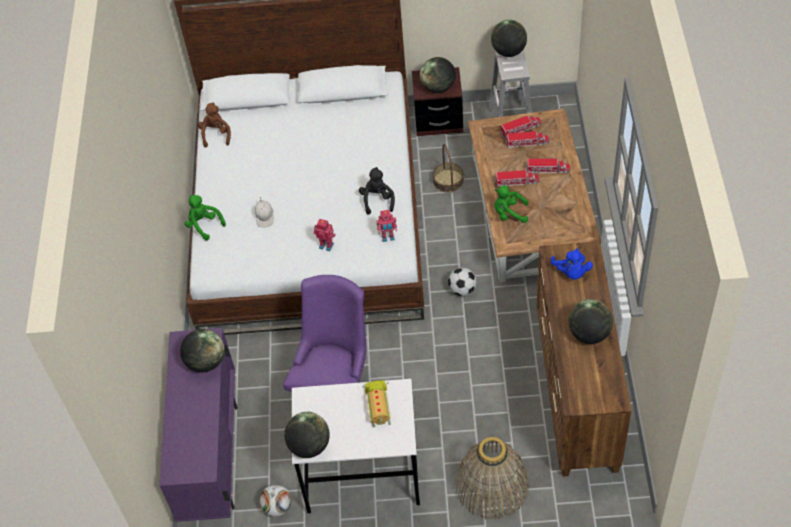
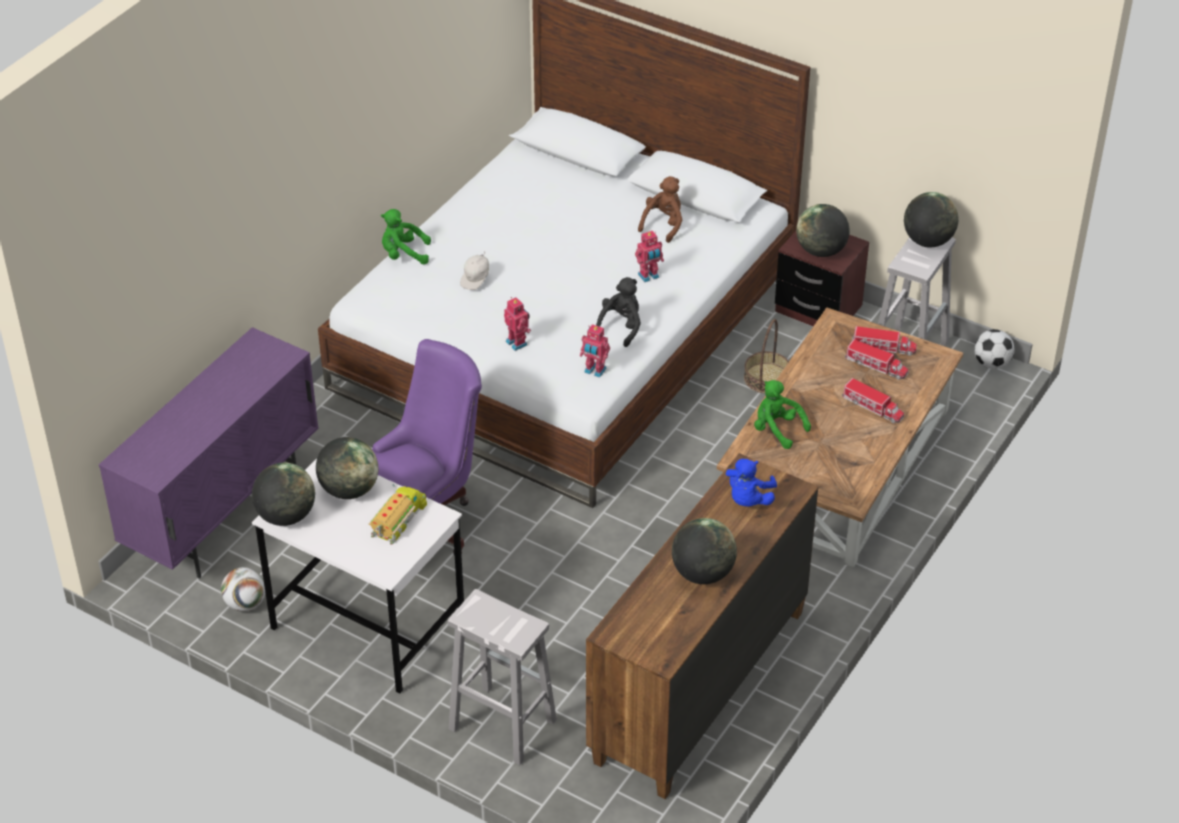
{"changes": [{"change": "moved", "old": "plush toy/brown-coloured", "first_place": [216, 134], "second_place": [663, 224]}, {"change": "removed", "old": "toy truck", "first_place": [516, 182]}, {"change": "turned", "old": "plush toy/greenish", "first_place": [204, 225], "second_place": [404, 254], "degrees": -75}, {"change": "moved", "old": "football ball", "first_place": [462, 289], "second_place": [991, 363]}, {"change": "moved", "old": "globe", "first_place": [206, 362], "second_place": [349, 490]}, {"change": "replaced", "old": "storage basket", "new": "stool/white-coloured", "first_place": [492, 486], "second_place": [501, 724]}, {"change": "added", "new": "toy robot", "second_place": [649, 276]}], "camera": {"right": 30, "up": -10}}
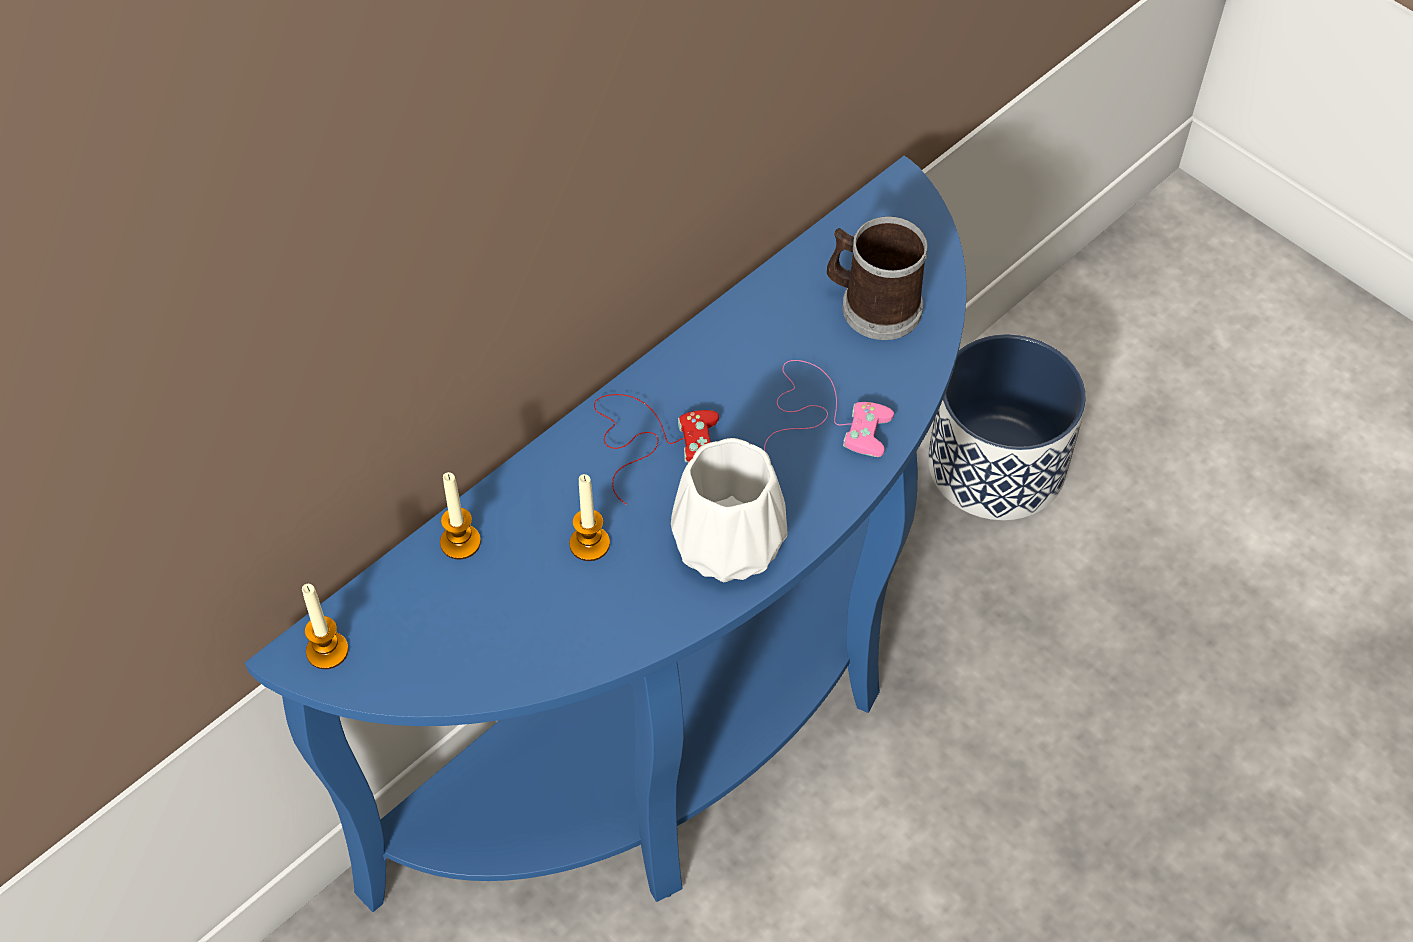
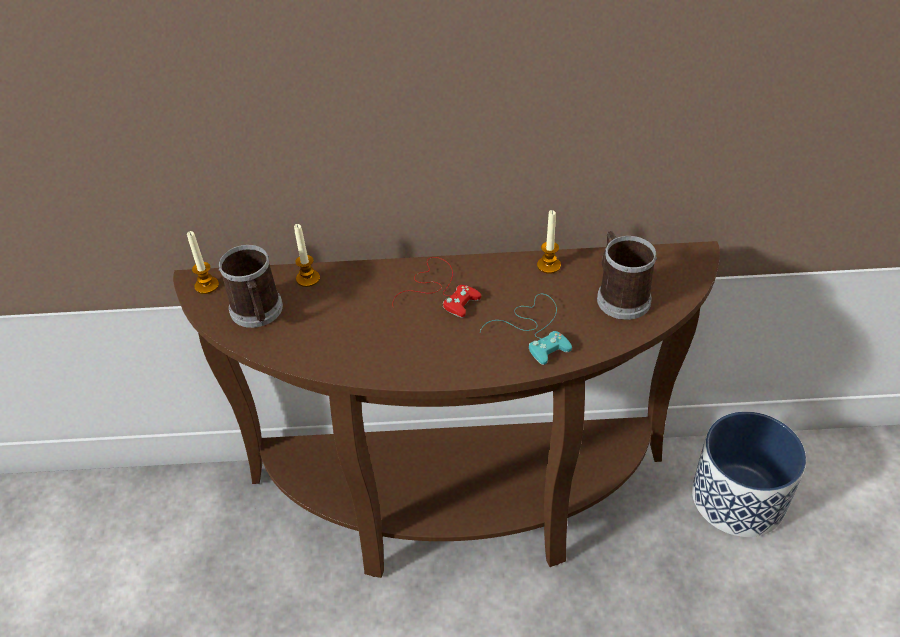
{"changes": [{"change": "recoloured", "old": "narrow table/bluish", "new": "narrow table/brown-coloured", "first_place": [690, 726], "second_place": [459, 509]}, {"change": "recoloured", "old": "gamepad/pinkish", "new": "gamepad/turquoise-coloured", "first_place": [822, 415], "second_place": [535, 329]}, {"change": "removed", "old": "vase/white-coloured", "first_place": [725, 541]}, {"change": "moved", "old": "candle", "first_place": [589, 544], "second_place": [548, 265]}, {"change": "added", "new": "tea mug", "second_place": [258, 313]}], "camera": {"right": 45, "up": -10}}
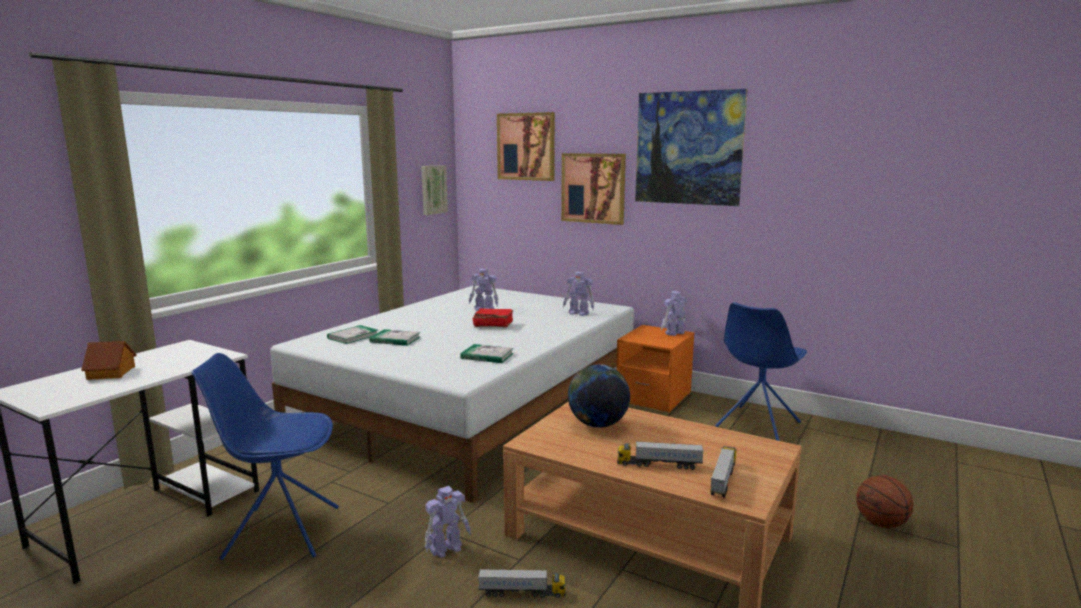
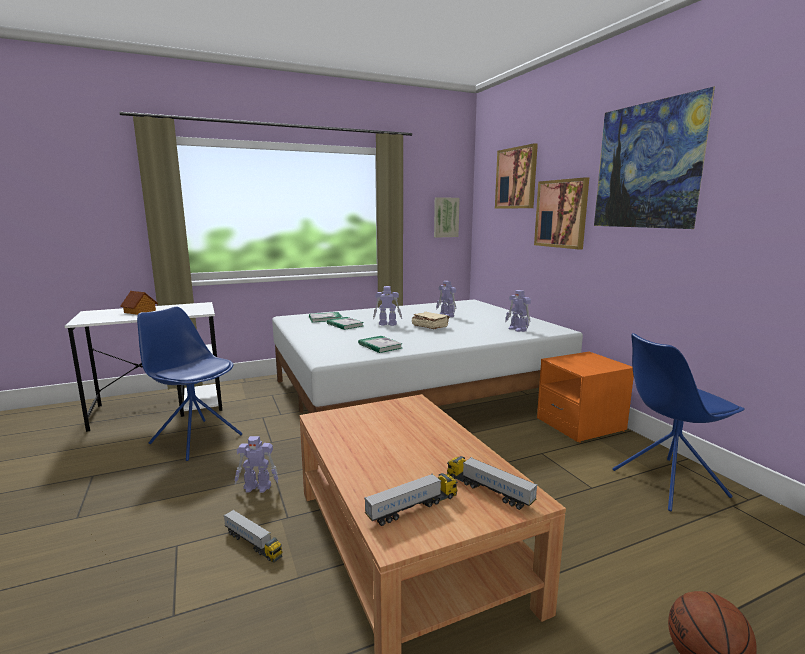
{"changes": [{"change": "moved", "old": "toy robot", "first_place": [674, 333], "second_place": [387, 324]}, {"change": "recoloured", "old": "book/reddish", "new": "book/beige-coloured", "first_place": [492, 325], "second_place": [430, 326]}, {"change": "removed", "old": "globe", "first_place": [598, 425]}, {"change": "moved", "old": "toy truck", "first_place": [659, 465], "second_place": [488, 491]}], "camera": {"right": 35, "up": 0}}
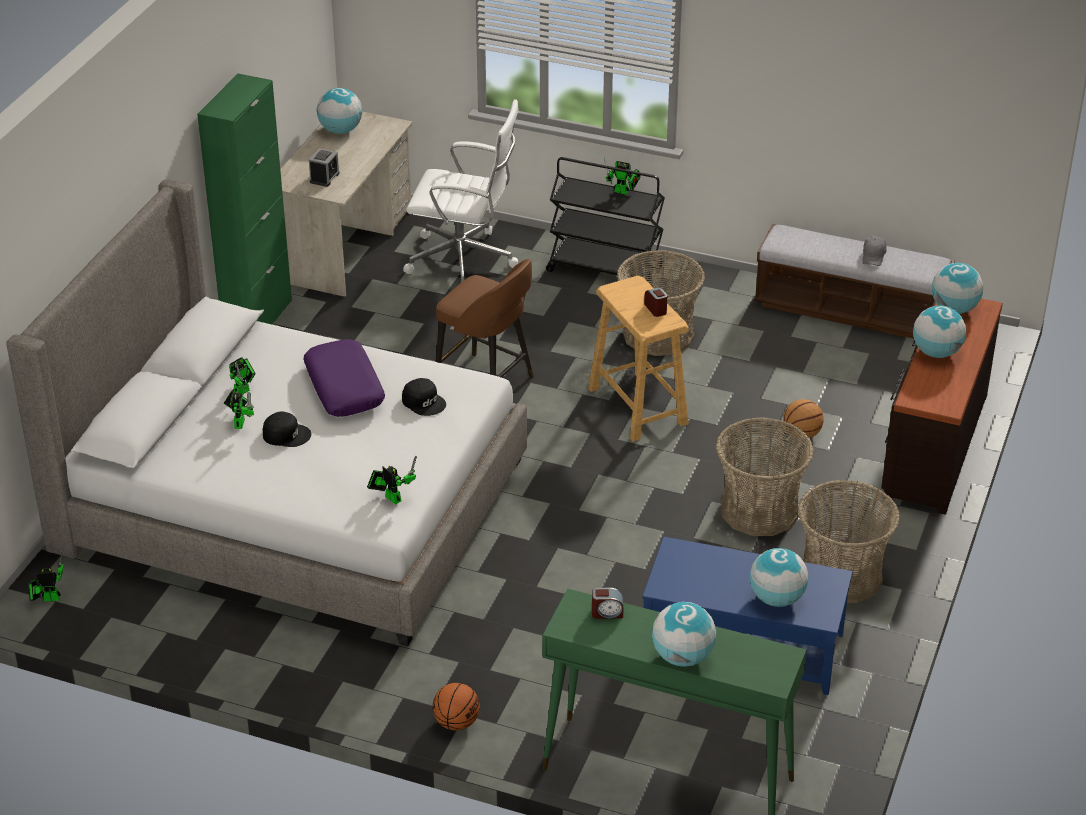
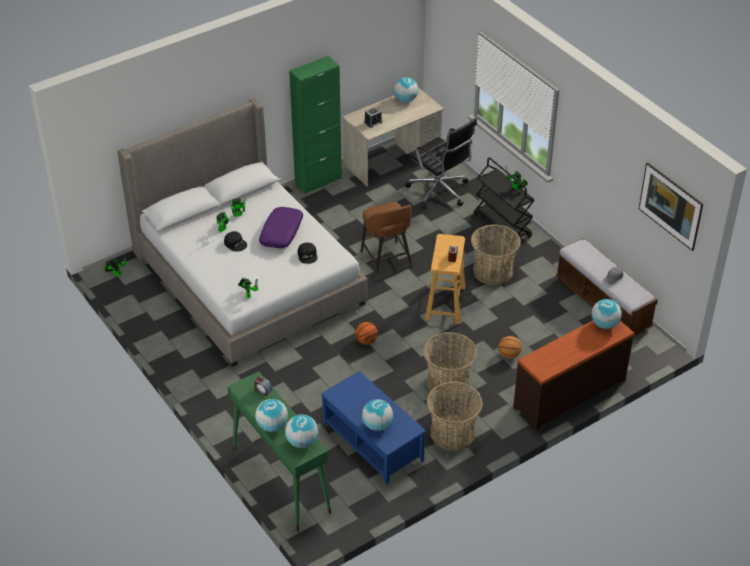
{"changes": [{"change": "recoloured", "old": "desk chair/white-coloured", "new": "desk chair/blackish", "first_place": [464, 261], "second_place": [440, 192]}, {"change": "moved", "old": "globe", "first_place": [936, 352], "second_place": [302, 442]}, {"change": "moved", "old": "basketball ball", "first_place": [456, 722], "second_place": [366, 341]}, {"change": "added", "new": "wall picture", "second_place": [668, 217]}], "camera": {"right": 35, "up": 5}}
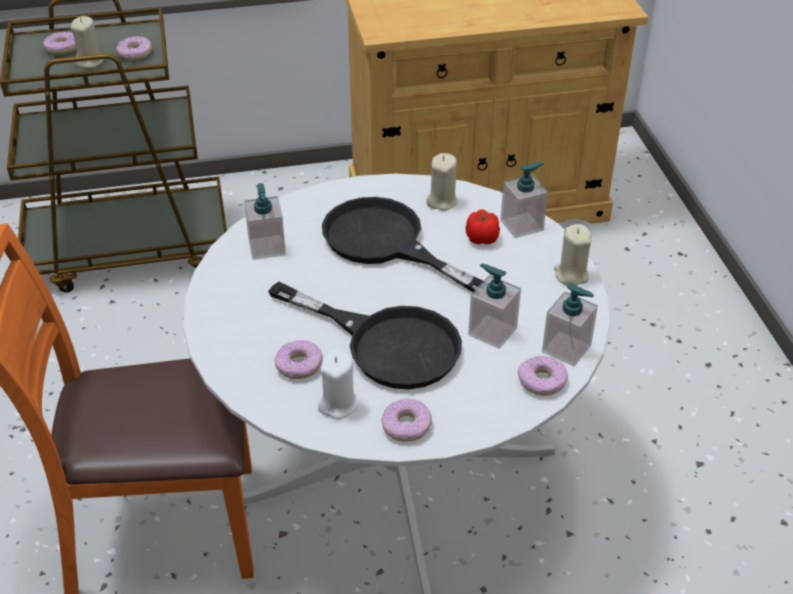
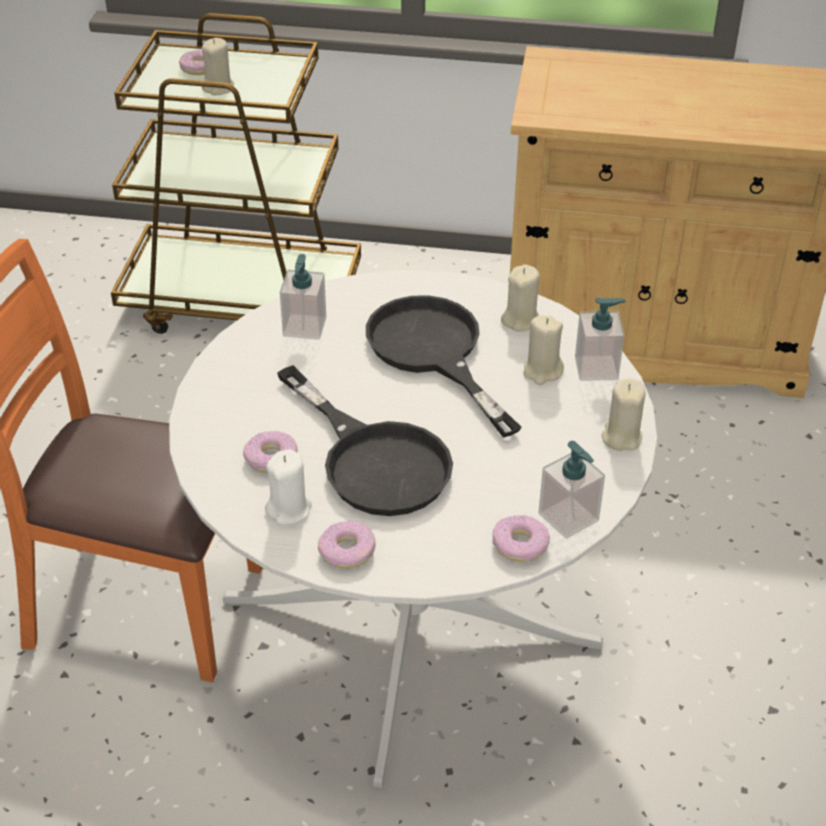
{"changes": [{"change": "removed", "old": "doughnut", "first_place": [135, 53]}, {"change": "replaced", "old": "whole tomato", "new": "candle/beige-coloured", "first_place": [481, 238], "second_place": [542, 372]}, {"change": "removed", "old": "soap dispenser", "first_place": [492, 331]}], "camera": {"right": 20, "up": 0}}
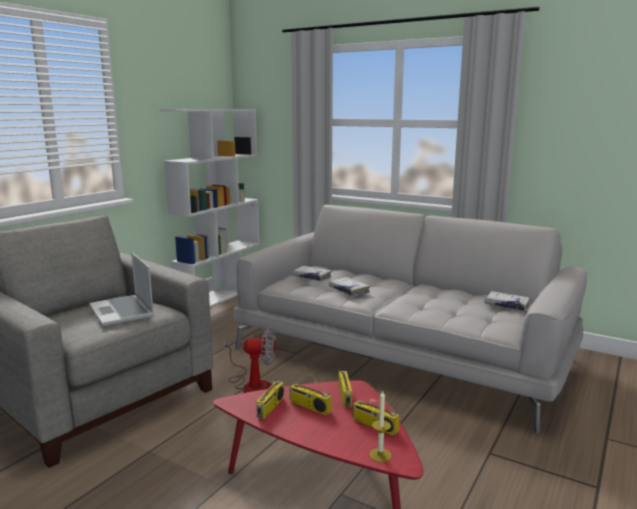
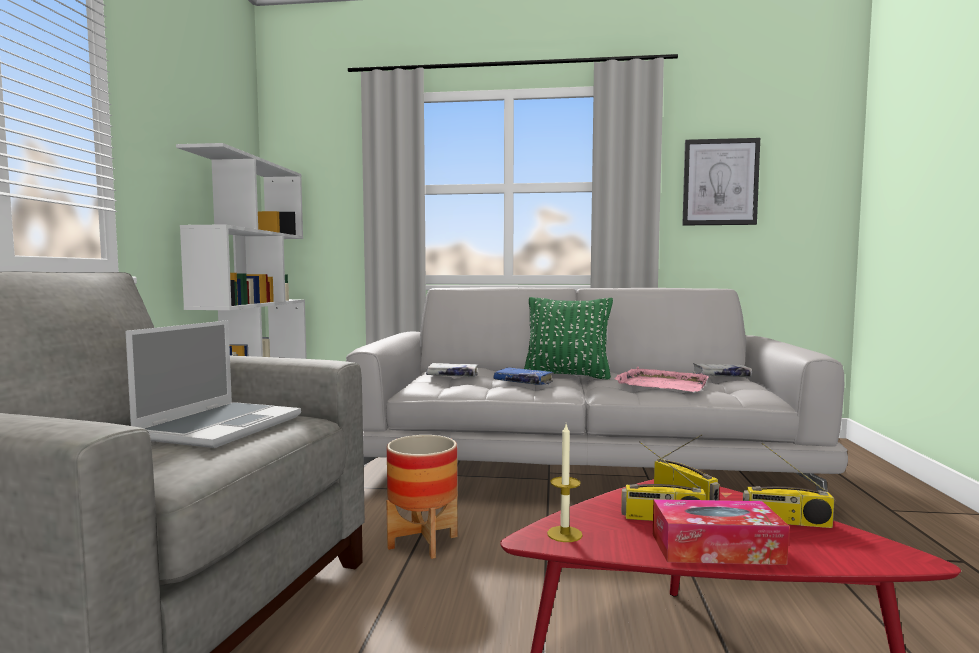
{"changes": [{"change": "turned", "old": "laptop", "first_place": [123, 312], "second_place": [221, 426], "degrees": -105}, {"change": "recoloured", "old": "book/white-coloured", "new": "book/bluish", "first_place": [349, 290], "second_place": [523, 382]}, {"change": "replaced", "old": "fan", "new": "plant pot", "first_place": [252, 385], "second_place": [422, 542]}, {"change": "removed", "old": "radio", "first_place": [270, 407]}, {"change": "moved", "old": "candle", "first_place": [380, 455], "second_place": [564, 534]}, {"change": "added", "new": "wall picture", "second_place": [720, 182]}, {"change": "added", "new": "throw pillow/greenish", "second_place": [567, 376]}, {"change": "added", "new": "serving tray/pinkish", "second_place": [661, 384]}, {"change": "added", "new": "tissue holder", "second_place": [716, 549]}], "camera": {"right": -25, "up": -10}}
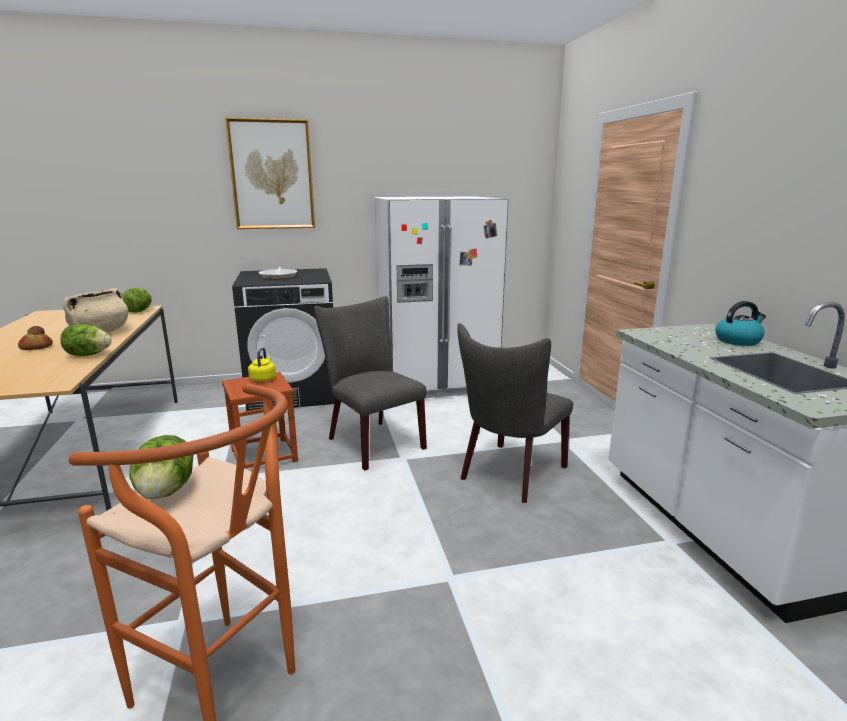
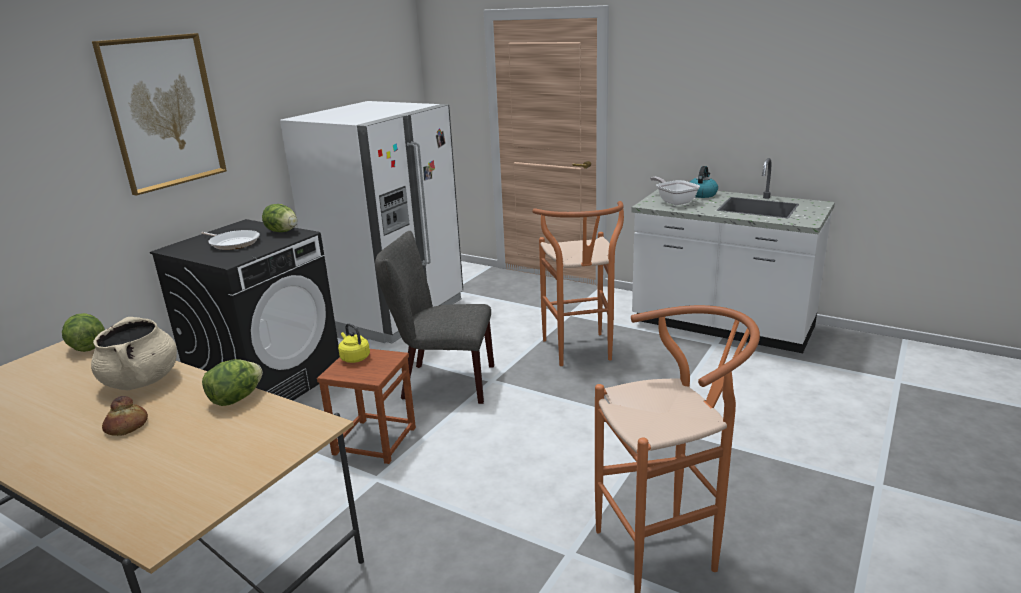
{"changes": [{"change": "replaced", "old": "chair/greyish", "new": "stool/orange", "first_place": [509, 475], "second_place": [580, 353]}, {"change": "moved", "old": "head of lettuce", "first_place": [166, 492], "second_place": [282, 231]}, {"change": "added", "new": "skillet", "second_place": [674, 201]}], "camera": {"right": -45, "up": 5}}
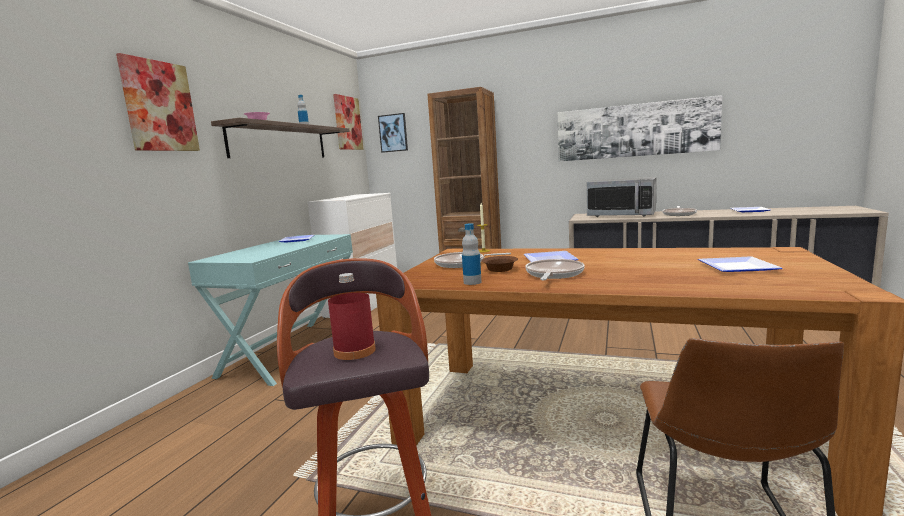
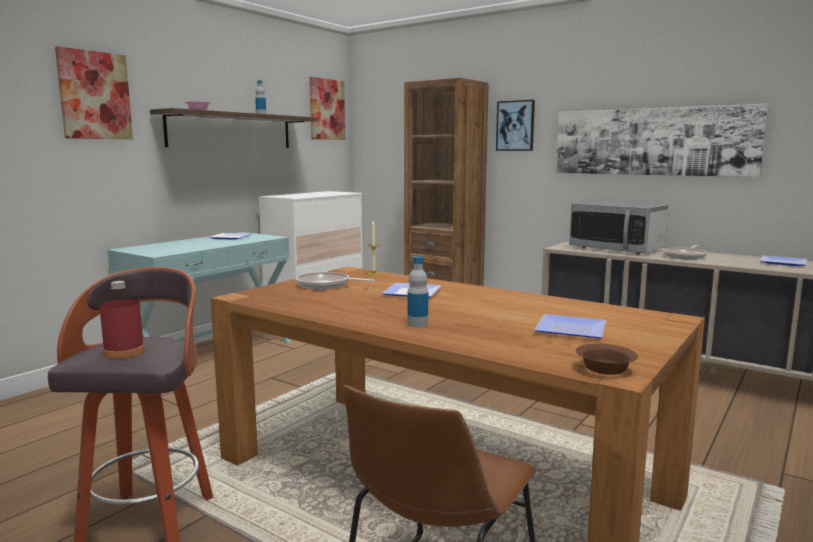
{"changes": [{"change": "moved", "old": "wall picture", "first_place": [393, 133], "second_place": [515, 126]}, {"change": "moved", "old": "bottle", "first_place": [472, 282], "second_place": [417, 324]}, {"change": "moved", "old": "deep dish/brown-coloured", "first_place": [499, 270], "second_place": [604, 369]}, {"change": "removed", "old": "skillet", "first_place": [553, 274]}], "camera": {"right": 15, "up": 0}}
